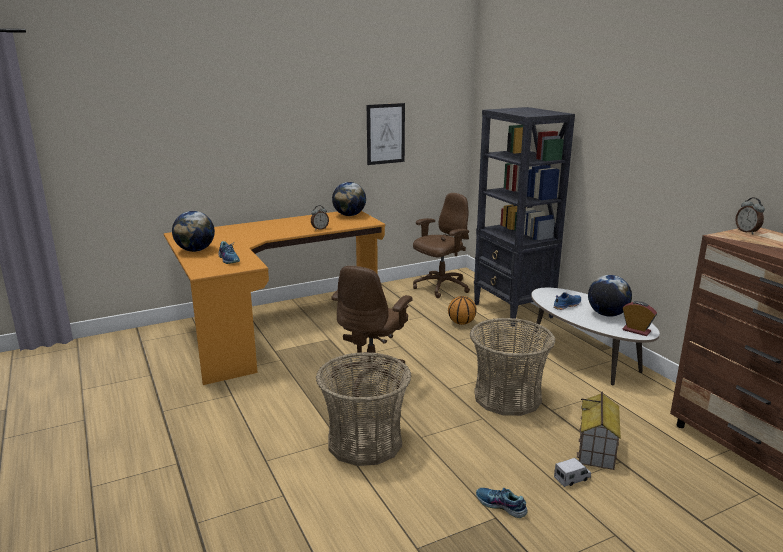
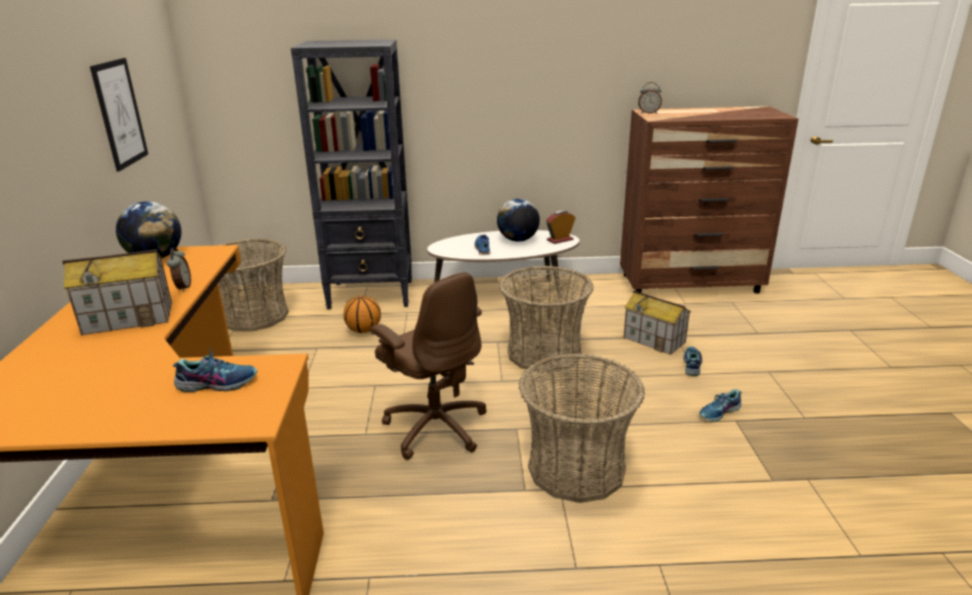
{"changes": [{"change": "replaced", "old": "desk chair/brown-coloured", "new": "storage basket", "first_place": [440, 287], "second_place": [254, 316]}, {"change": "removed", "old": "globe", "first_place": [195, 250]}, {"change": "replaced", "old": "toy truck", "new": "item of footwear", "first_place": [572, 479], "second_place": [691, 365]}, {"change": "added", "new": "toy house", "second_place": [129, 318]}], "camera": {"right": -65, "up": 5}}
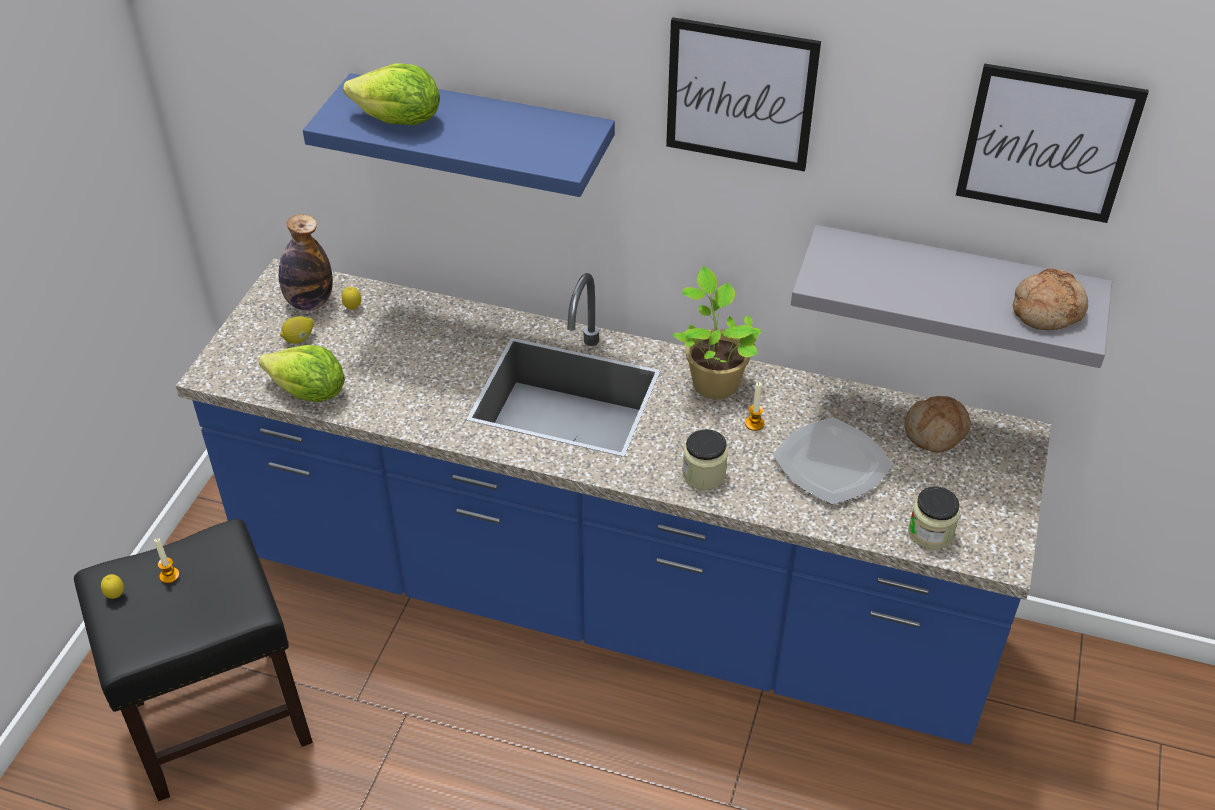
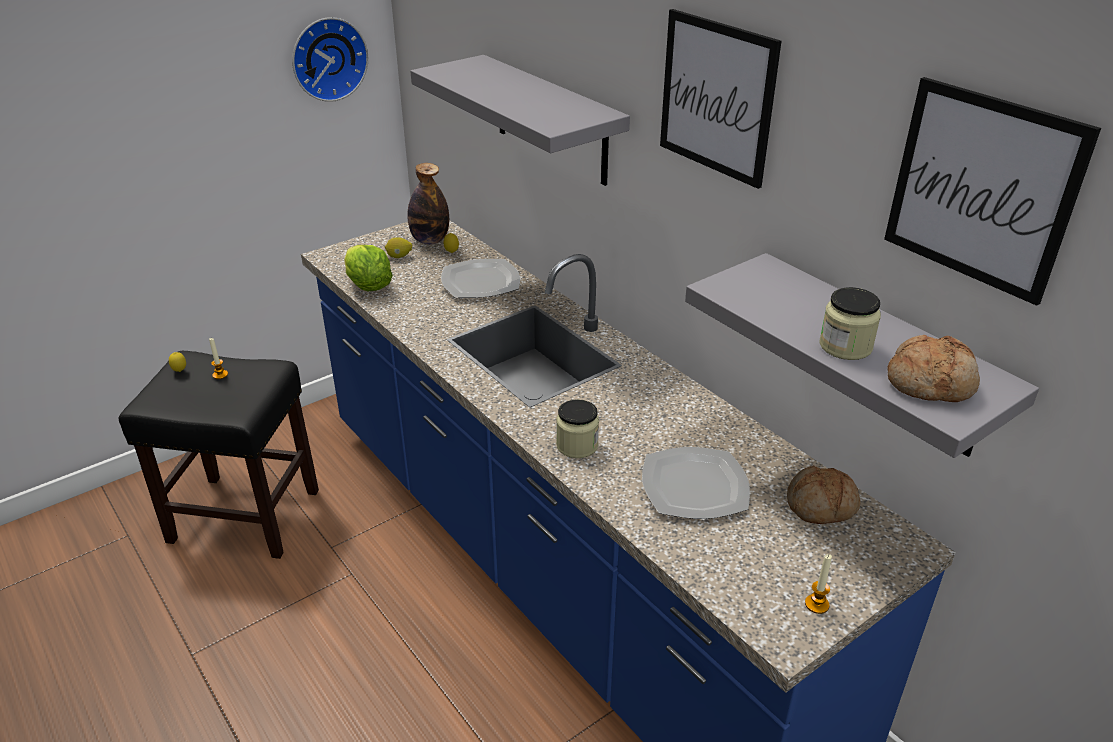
{"changes": [{"change": "removed", "old": "head of lettuce", "first_place": [399, 121]}, {"change": "recoloured", "old": "wall shelf/bluish", "new": "wall shelf/greyish", "first_place": [482, 134], "second_place": [551, 120]}, {"change": "removed", "old": "potted plant", "first_place": [713, 381]}, {"change": "moved", "old": "candle", "first_place": [754, 424], "second_place": [816, 604]}, {"change": "moved", "old": "jar", "first_place": [930, 533], "second_place": [845, 346]}, {"change": "added", "new": "clock on the wall", "second_place": [328, 58]}, {"change": "added", "new": "flat dish", "second_place": [481, 282]}], "camera": {"right": 35, "up": -10}}
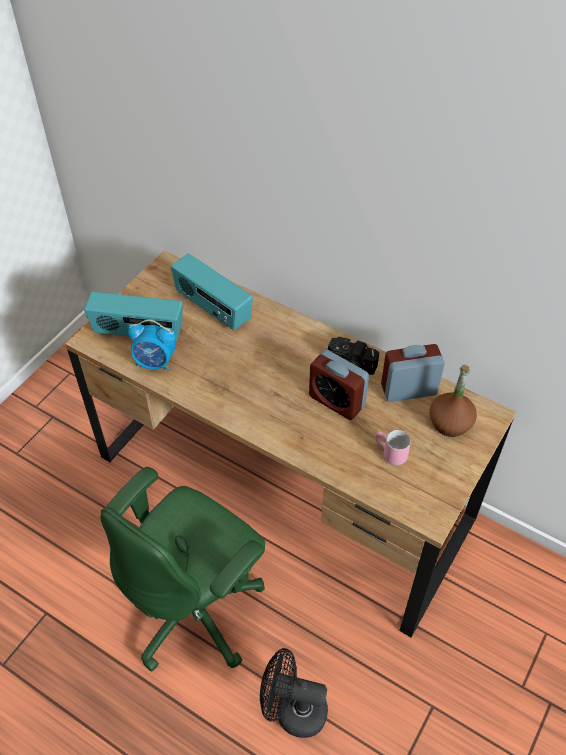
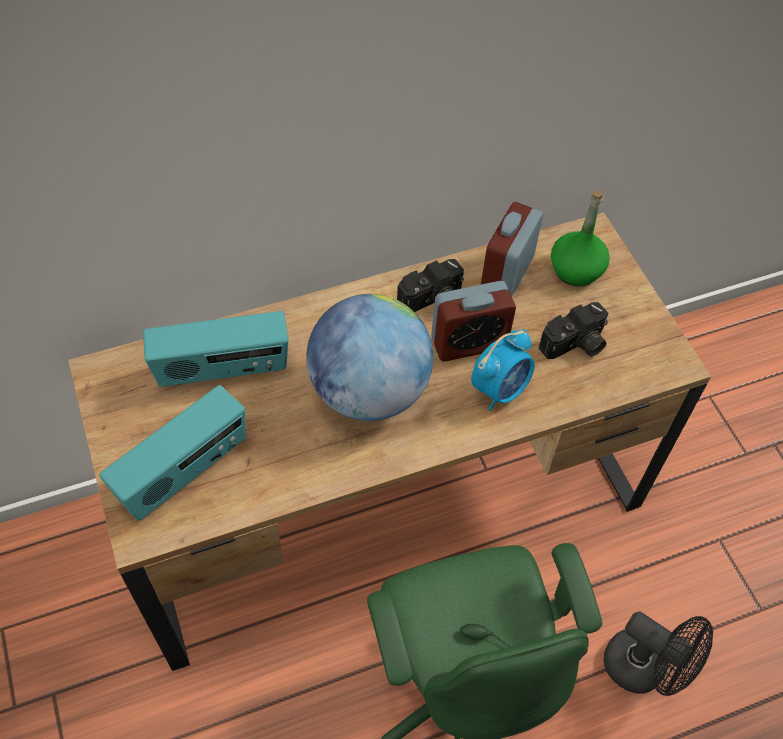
{"changes": [{"change": "moved", "old": "alarm clock", "first_place": [155, 363], "second_place": [500, 389]}, {"change": "recoloured", "old": "bottle/brown-coloured", "new": "bottle/greenish", "first_place": [450, 422], "second_place": [575, 270]}, {"change": "replaced", "old": "tea mug/pinkish", "new": "photo camera", "first_place": [389, 454], "second_place": [575, 345]}, {"change": "turned", "old": "fan/blackish", "first_place": [293, 710], "second_place": [644, 669], "degrees": -105}, {"change": "added", "new": "globe", "second_place": [369, 391]}], "camera": {"right": -55, "up": 5}}
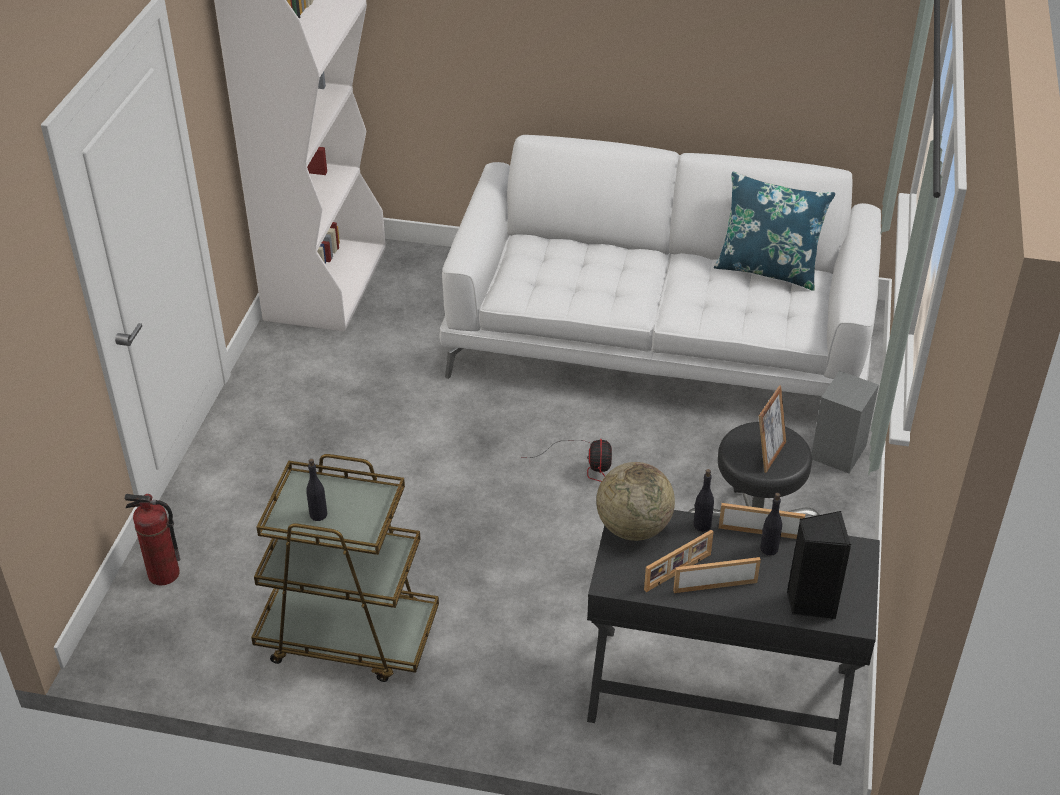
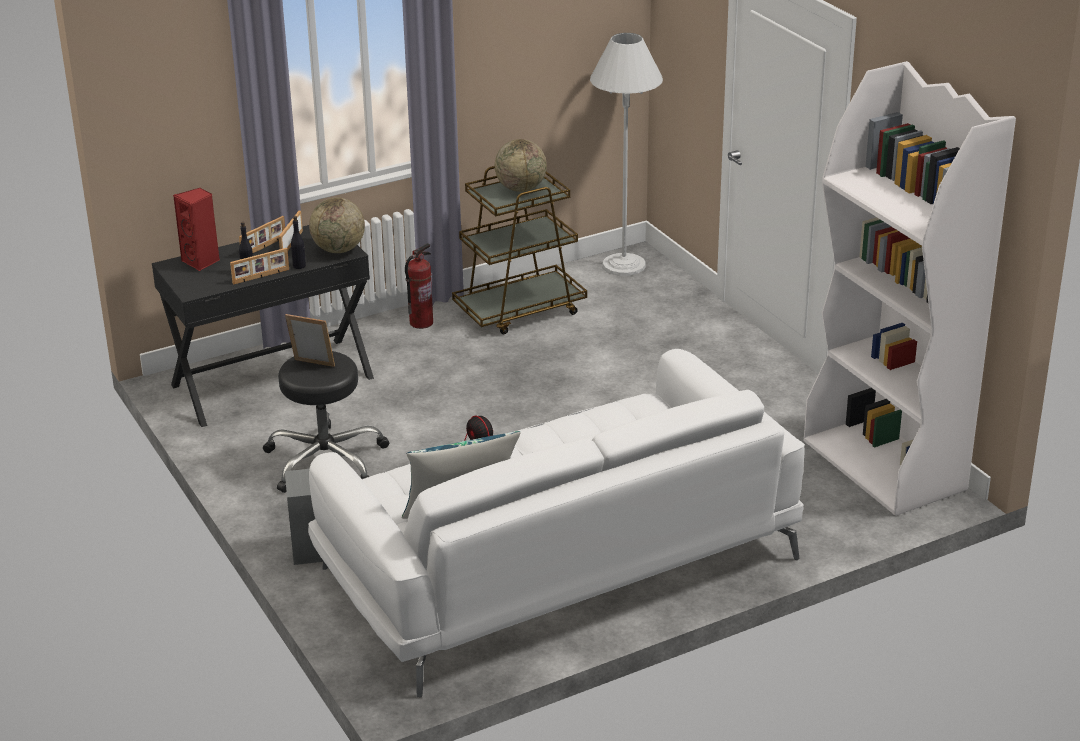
{"changes": [{"change": "turned", "old": "picture frame", "first_place": [768, 454], "second_place": [312, 365], "degrees": 120}, {"change": "replaced", "old": "bottle/blackish", "new": "globe", "first_place": [318, 514], "second_place": [521, 188]}, {"change": "moved", "old": "fire-fighting cylinder", "first_place": [163, 575], "second_place": [421, 322]}, {"change": "recoloured", "old": "audio speaker/blackish", "new": "audio speaker/reddish", "first_place": [810, 602], "second_place": [202, 262]}, {"change": "added", "new": "standing lamp/white-coloured", "second_place": [624, 265]}], "camera": {"right": 140, "up": -10}}
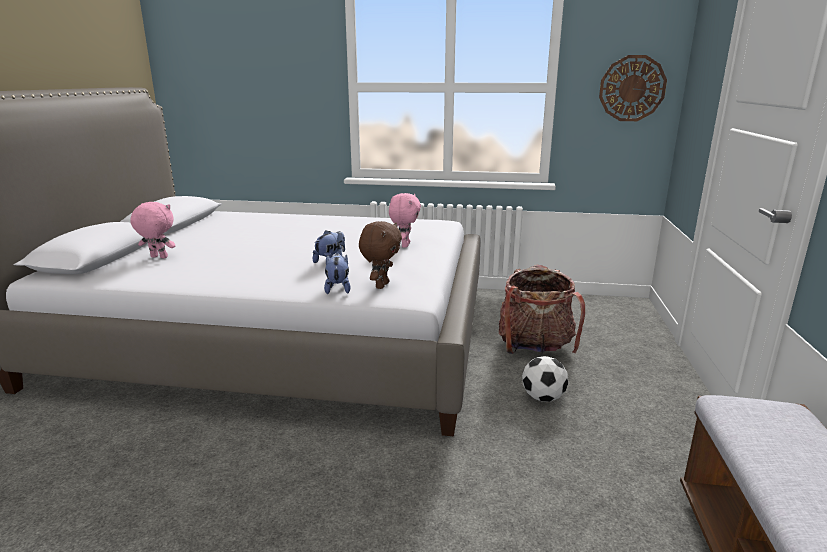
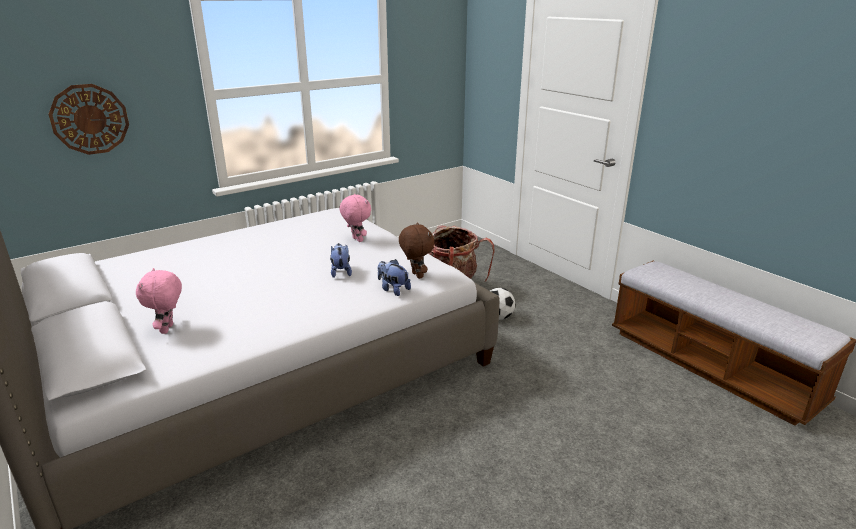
{"changes": [{"change": "moved", "old": "clock on the wall", "first_place": [632, 88], "second_place": [90, 119]}, {"change": "turned", "old": "plush toy/pinkish", "first_place": [158, 257], "second_place": [168, 329], "degrees": -60}], "camera": {"right": -45, "up": 5}}
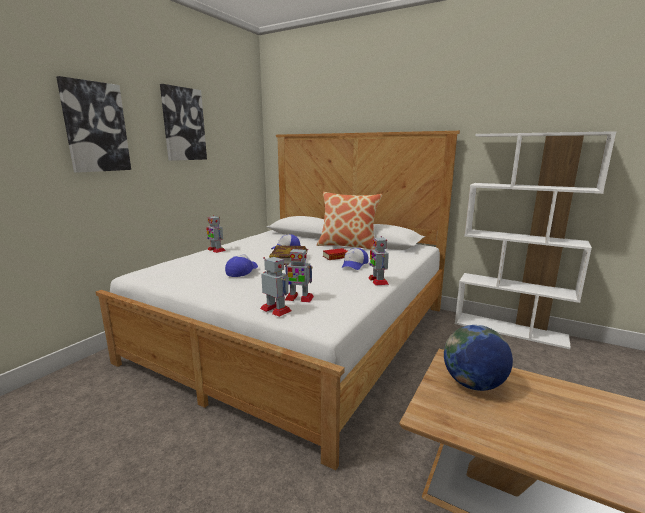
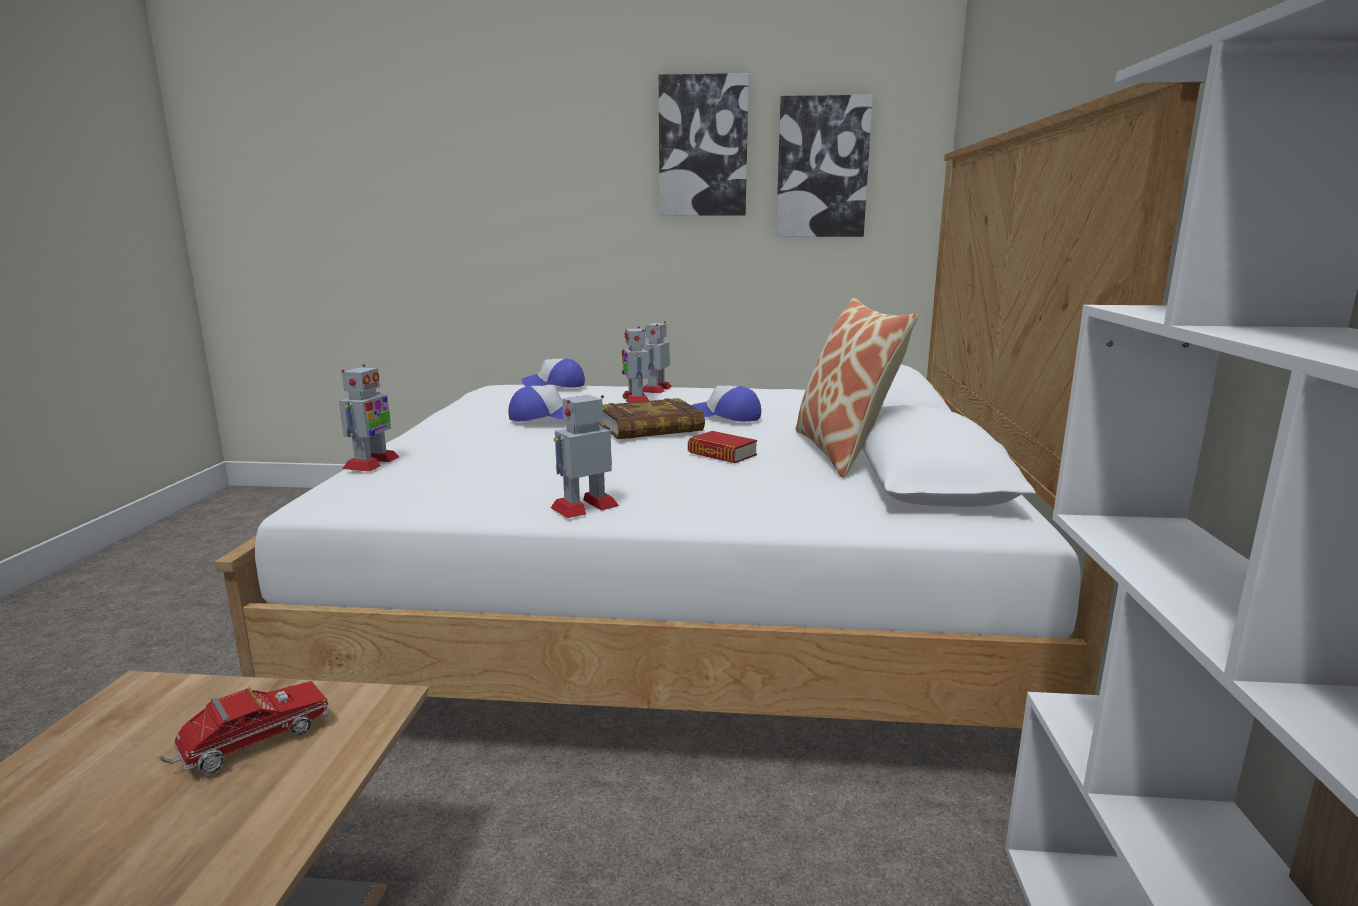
{"changes": [{"change": "moved", "old": "wall picture", "first_place": [95, 127], "second_place": [822, 168]}, {"change": "moved", "old": "toy robot", "first_place": [298, 298], "second_place": [635, 399]}, {"change": "moved", "old": "cap", "first_place": [354, 265], "second_place": [554, 385]}, {"change": "replaced", "old": "globe", "new": "toy truck", "first_place": [473, 384], "second_place": [249, 745]}], "camera": {"right": 65, "up": 0}}
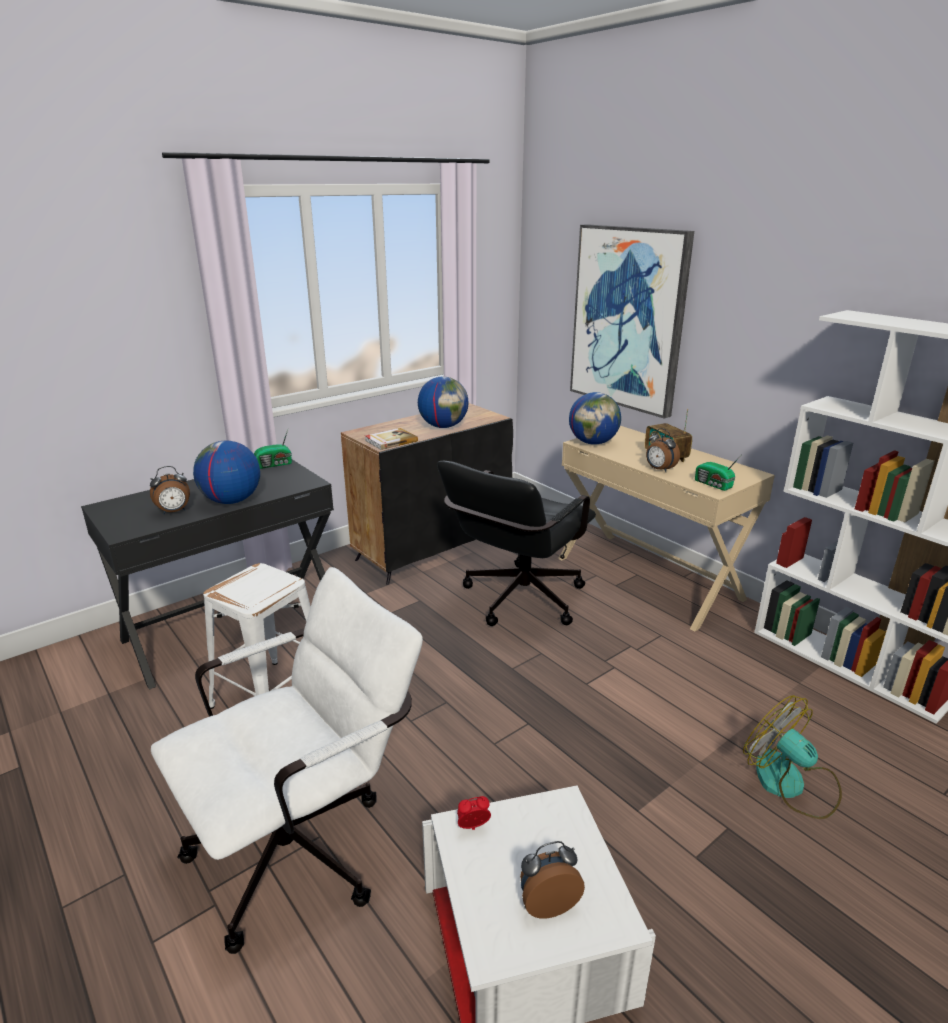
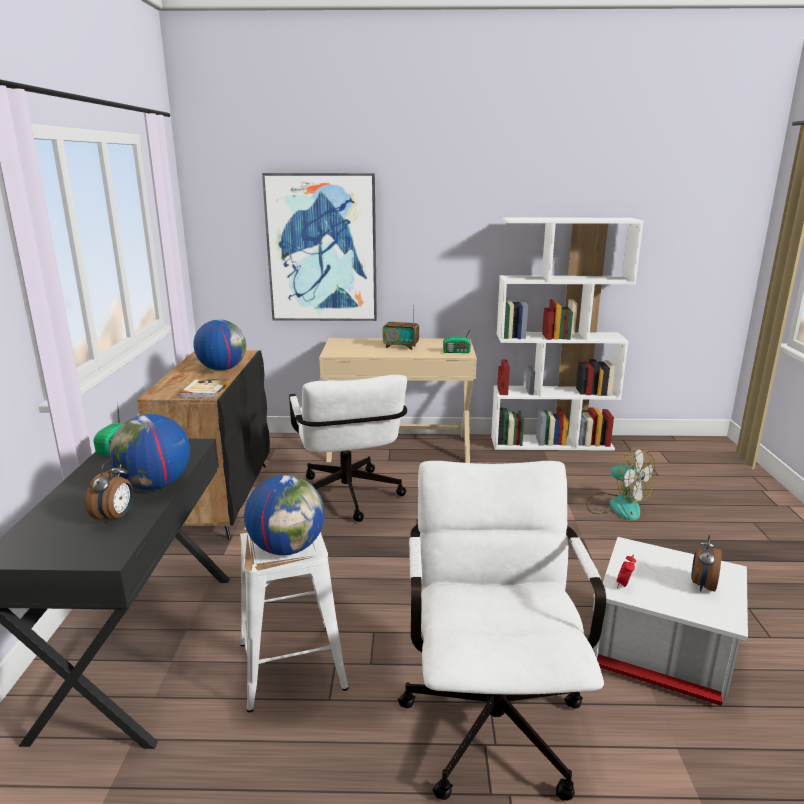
{"changes": [{"change": "moved", "old": "globe", "first_place": [593, 443], "second_place": [287, 548]}, {"change": "removed", "old": "alarm clock", "first_place": [659, 469]}, {"change": "recoloured", "old": "desk chair/blackish", "new": "desk chair/white-coloured", "first_place": [517, 602], "second_place": [349, 500]}, {"change": "turned", "old": "fan", "first_place": [790, 784], "second_place": [616, 506], "degrees": -135}], "camera": {"right": -50, "up": -5}}
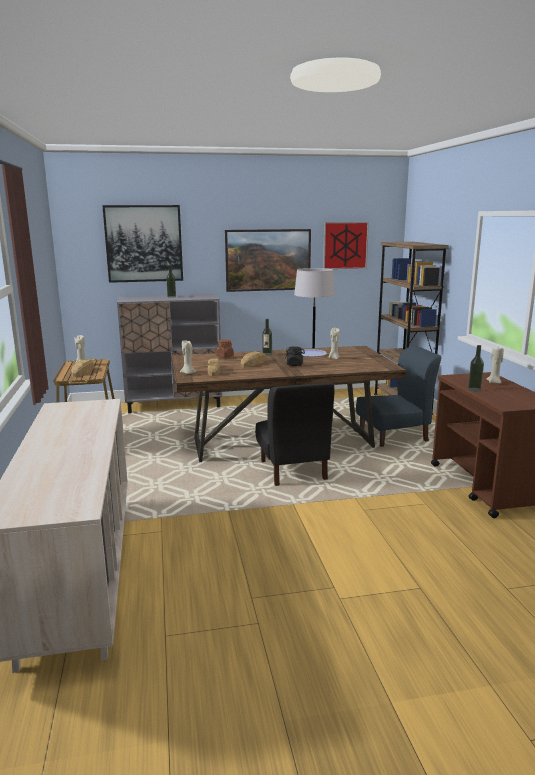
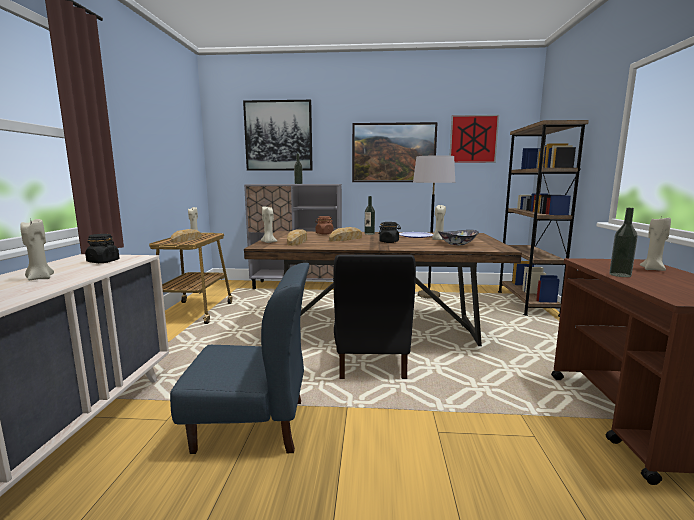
{"changes": [{"change": "moved", "old": "chair/bluish", "first_place": [394, 436], "second_place": [252, 425]}, {"change": "added", "new": "candle/beige-coloured", "second_place": [39, 278]}, {"change": "added", "new": "deep dish", "second_place": [457, 244]}, {"change": "added", "new": "jar/blackish", "second_place": [103, 261]}], "camera": {"right": 15, "up": -5}}
